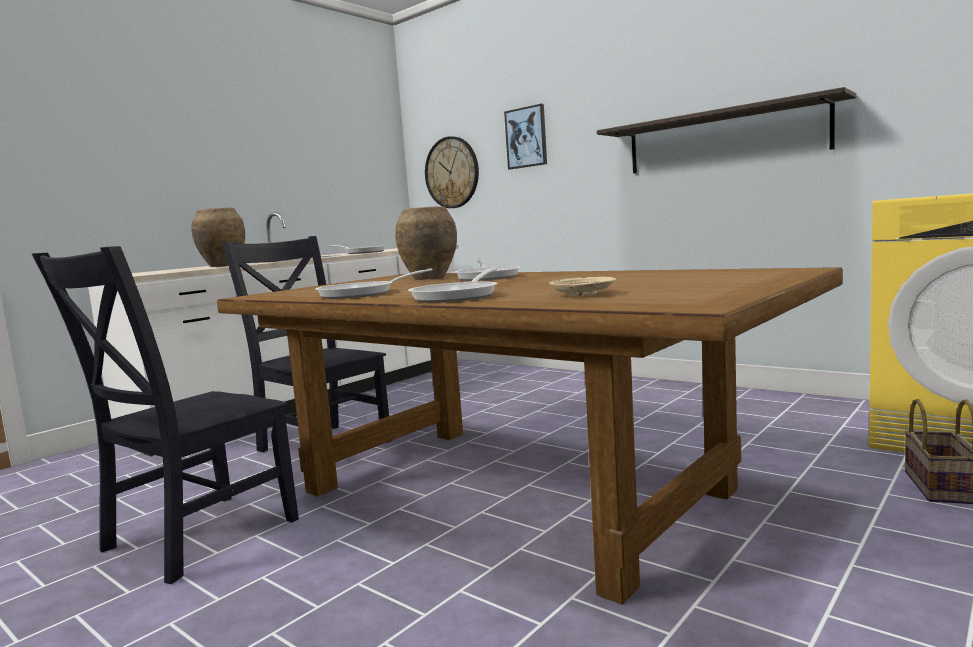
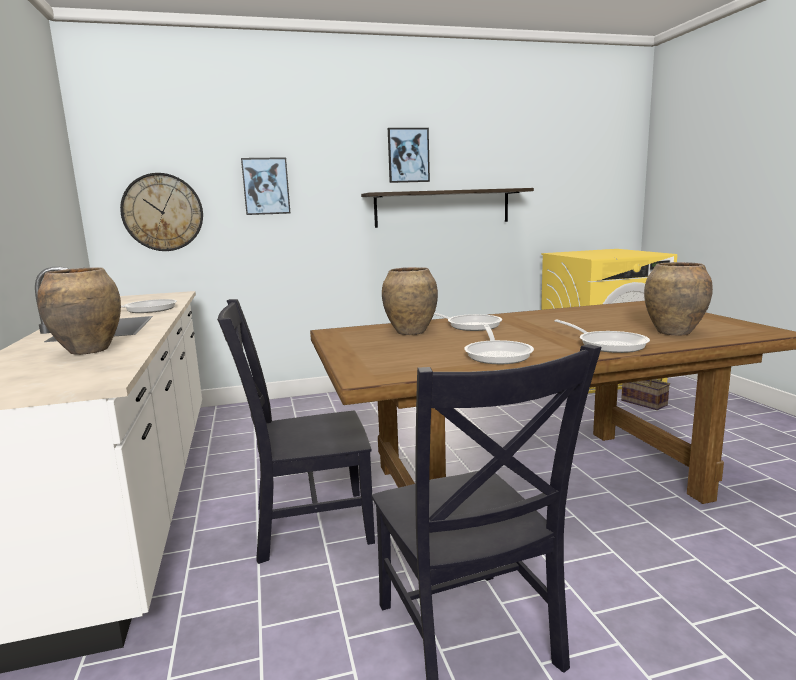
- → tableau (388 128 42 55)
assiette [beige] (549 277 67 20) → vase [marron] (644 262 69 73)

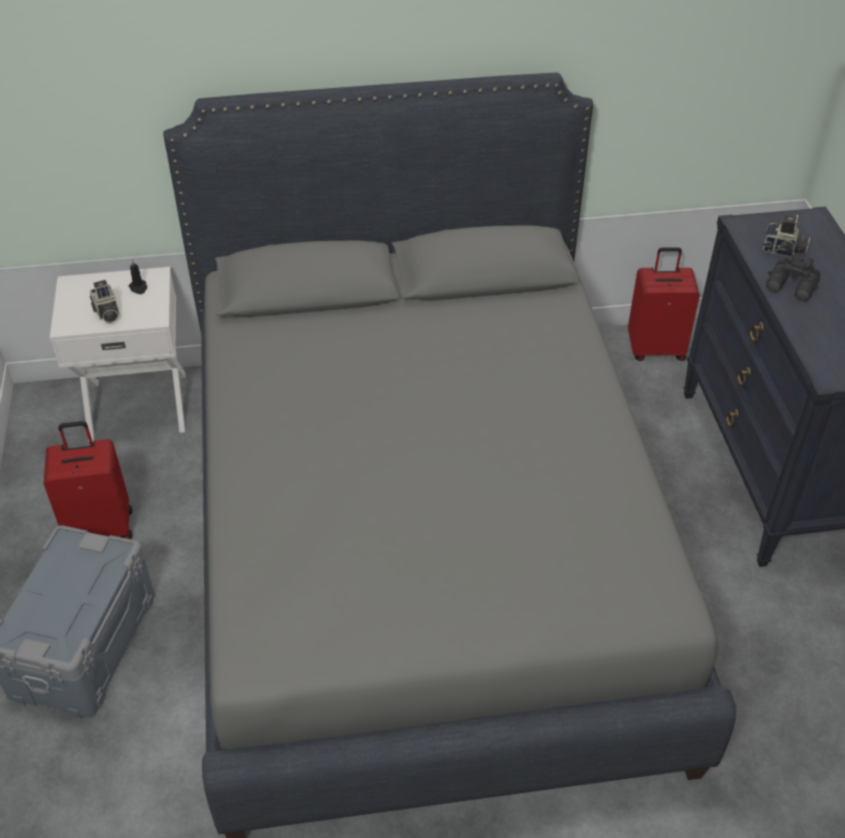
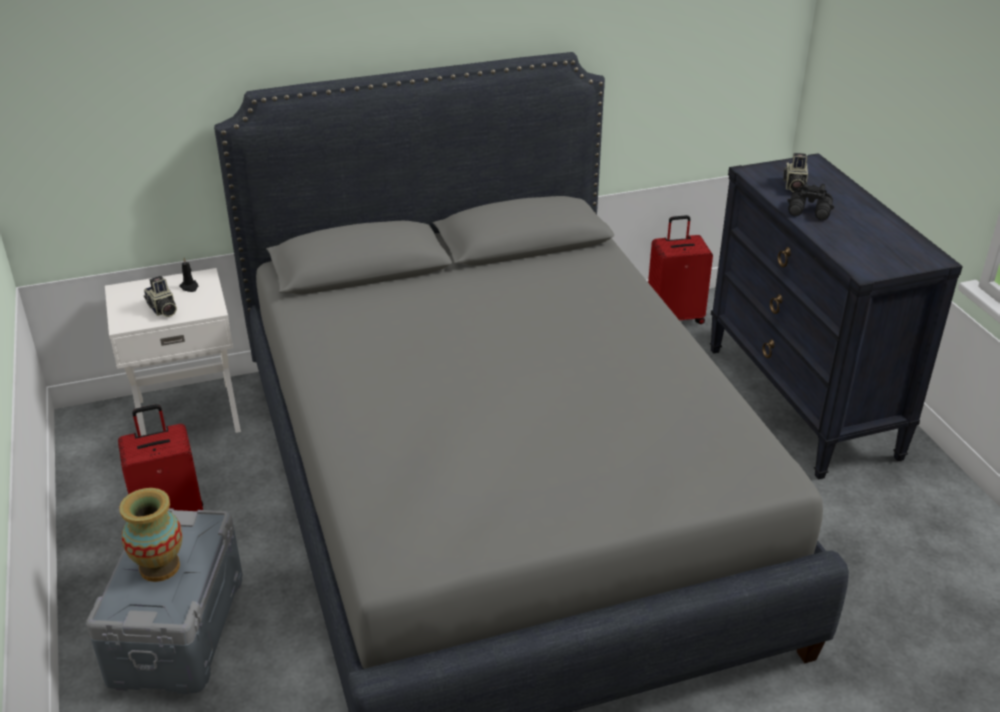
- → vase (119 488 63 94)
appareil photo (763 215 47 42) → appareil photo (783 153 25 39), 90 degrees clockwise

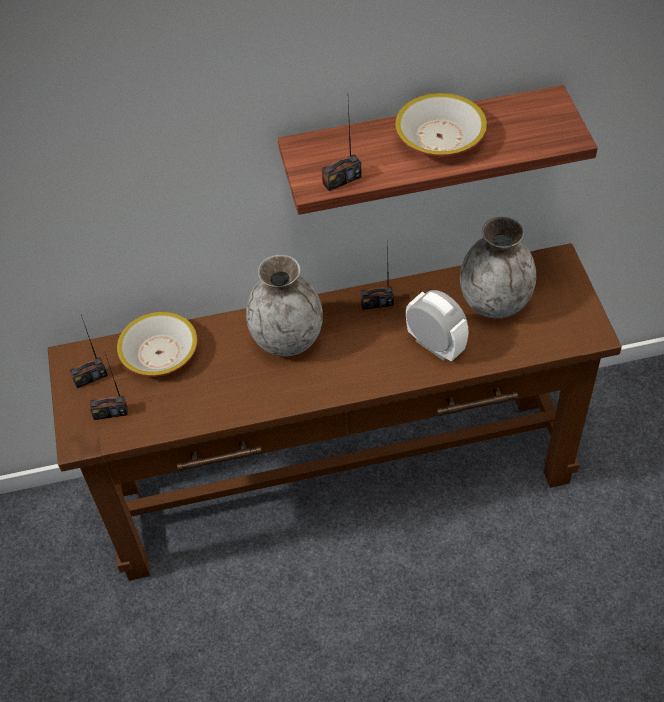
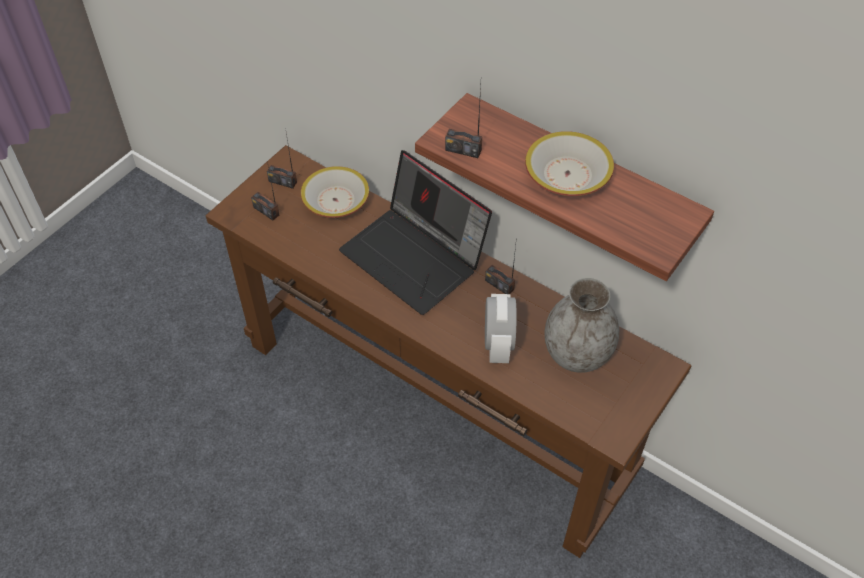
vase [gris] (246 255 77 101) → ordinateur portable (339 150 153 165)

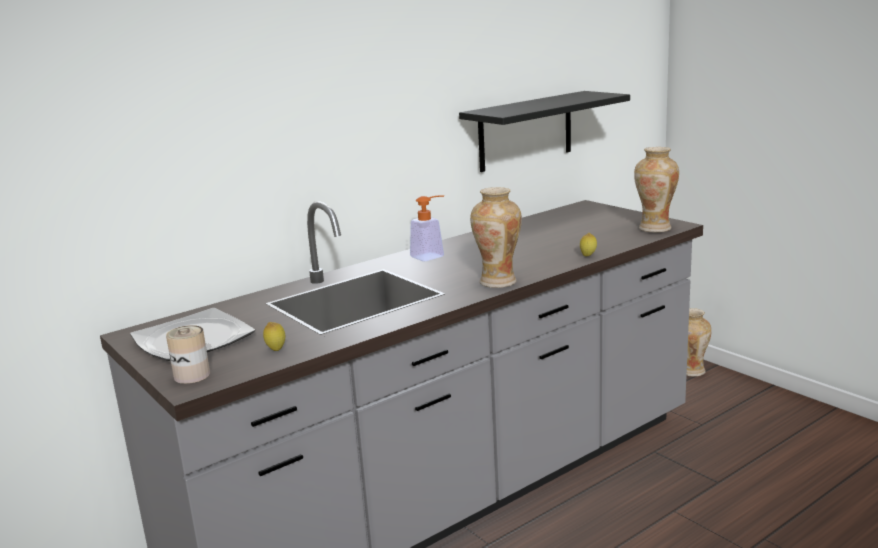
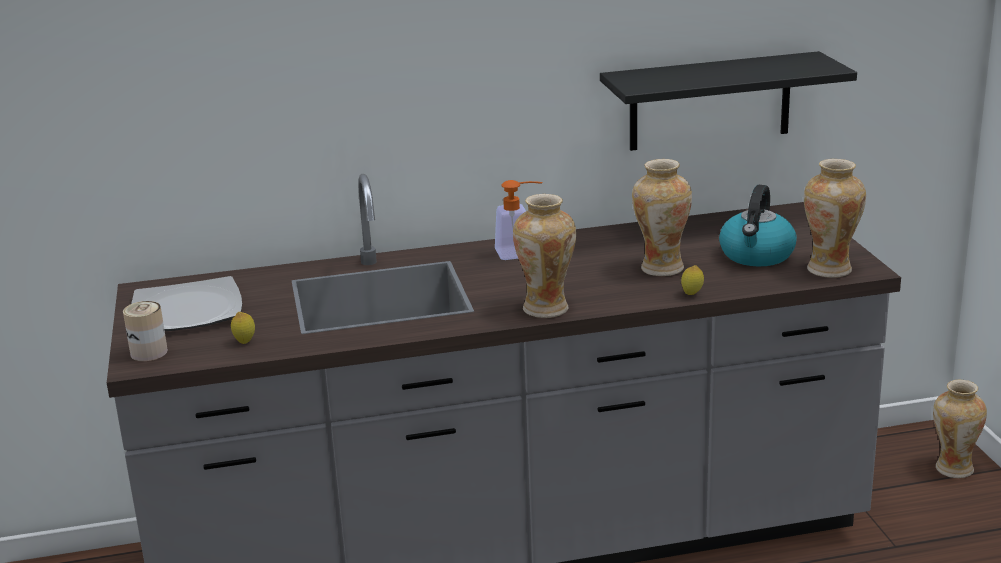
- → vase (632 159 60 117)
- → bouilloire (719 185 78 81)

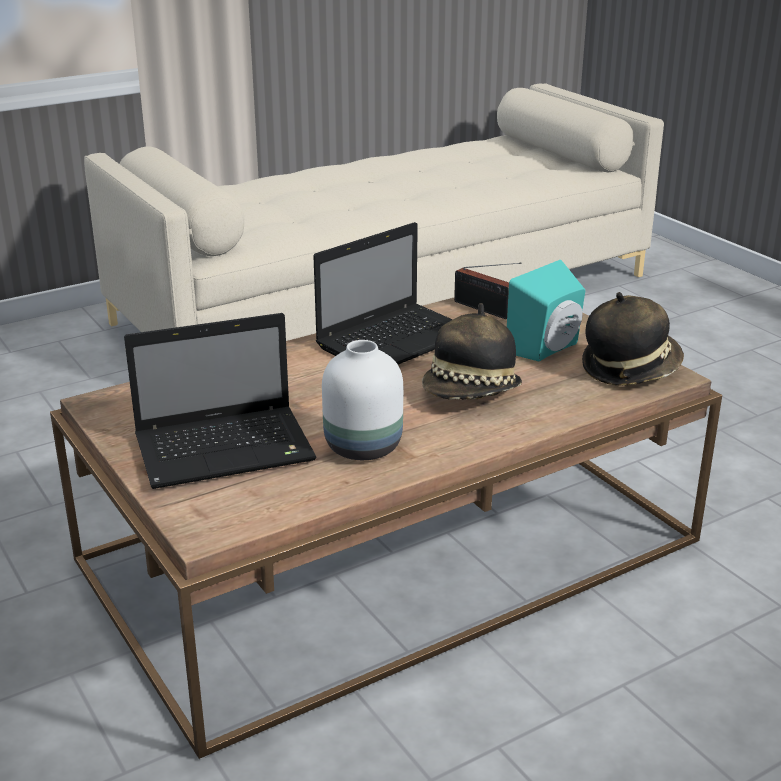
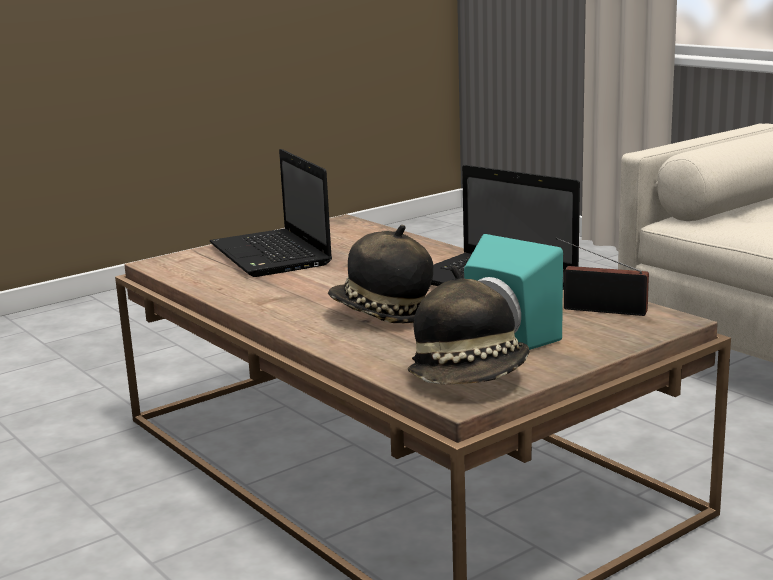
radio (454 262 67 57) → radio (555 238 94 78), 75 degrees clockwise
vase [blanc] (322 340 81 120) → -

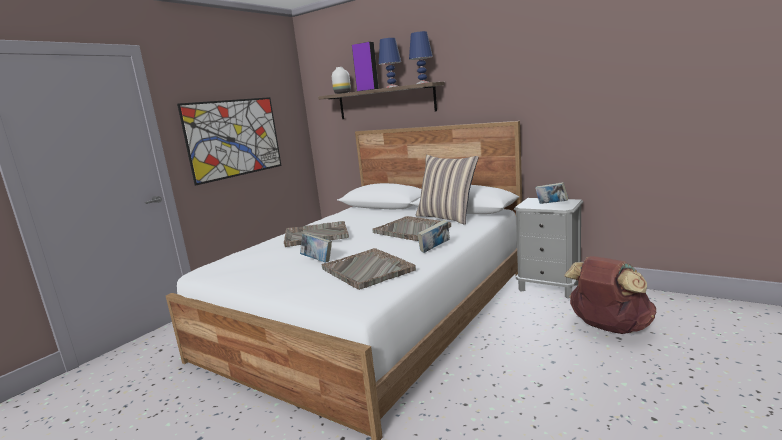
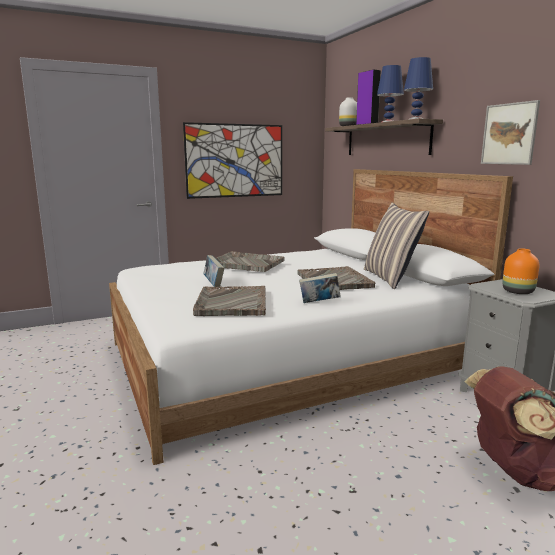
- → tableau (481 100 59 65)
livre (535 182 33 22) → vase [orange] (502 248 37 46)

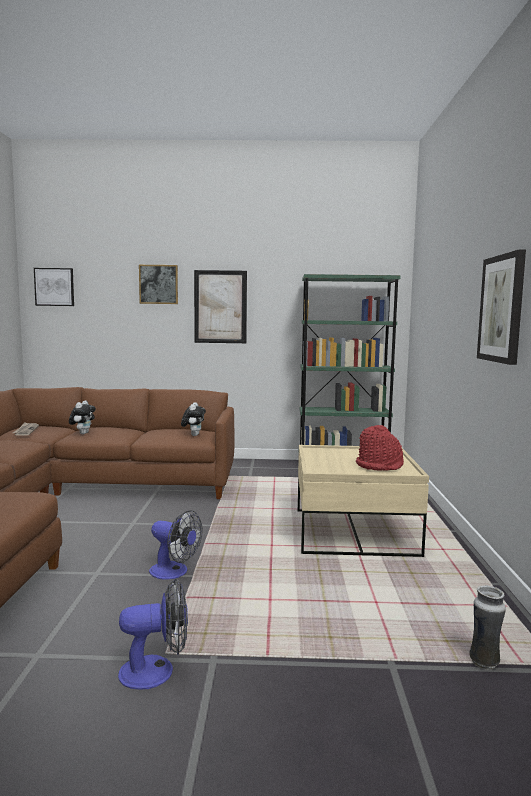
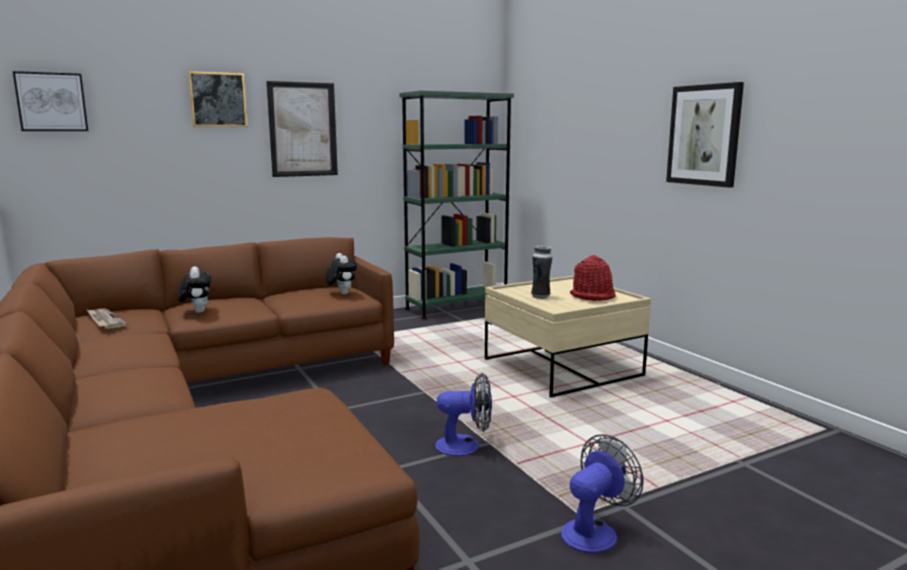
vase (469 585 37 84) → vase (531 246 21 53), moved

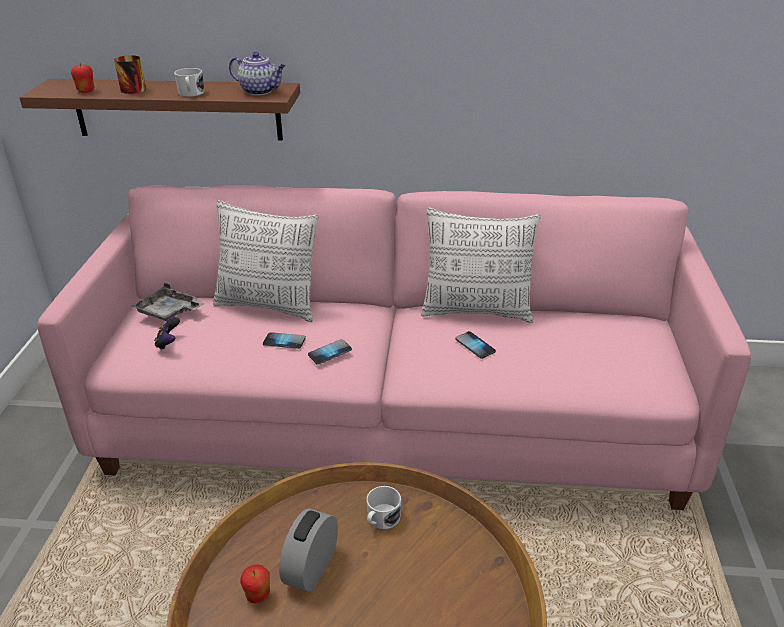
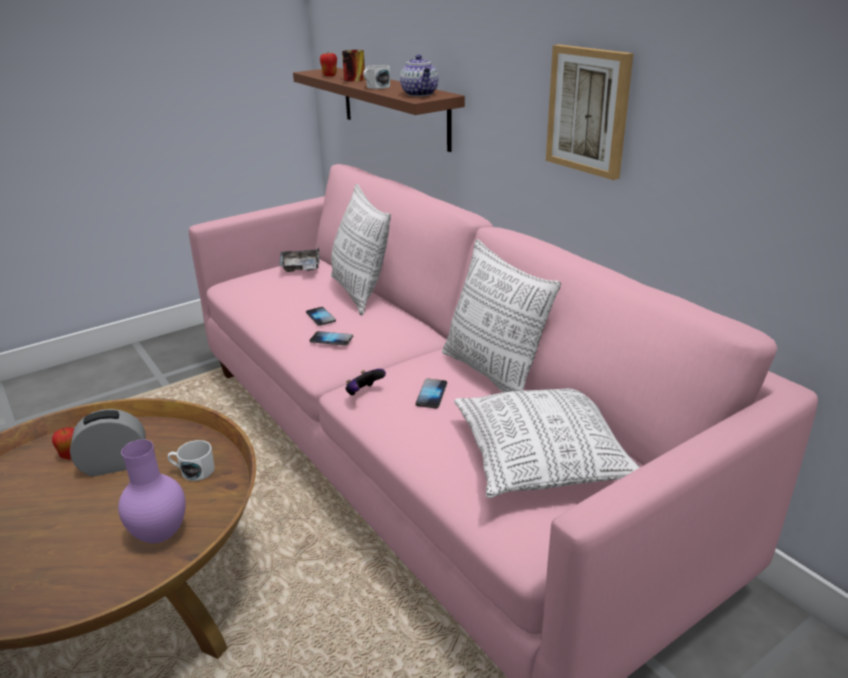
- → vase [violet] (118 439 68 104)
manette (154 317 26 33) → manette (345 369 41 27), moved
- → coussin (454 388 186 110)
- → tableau (546 44 88 136)

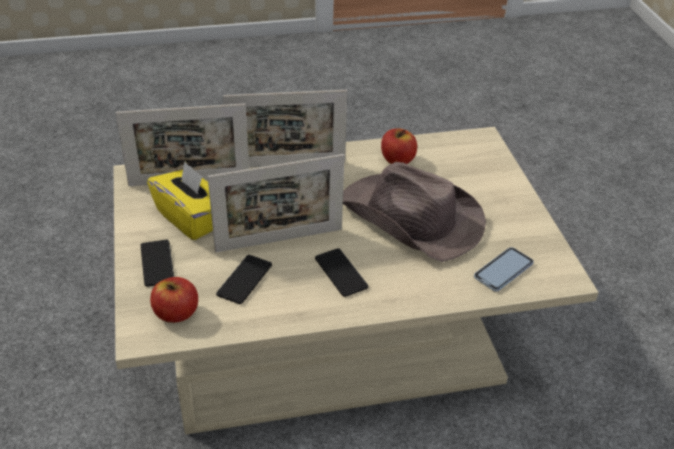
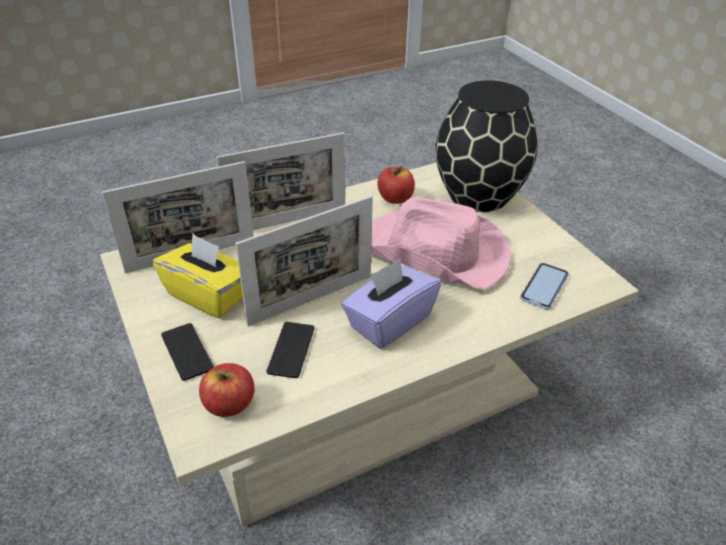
téléphone (315 248 54 49) → boîte à mouchoirs [violet] (341 258 100 91)
chapeau [marron] (343 162 143 100) → chapeau [rose] (371 197 140 93)
- → vase [noir] (436 80 101 132)

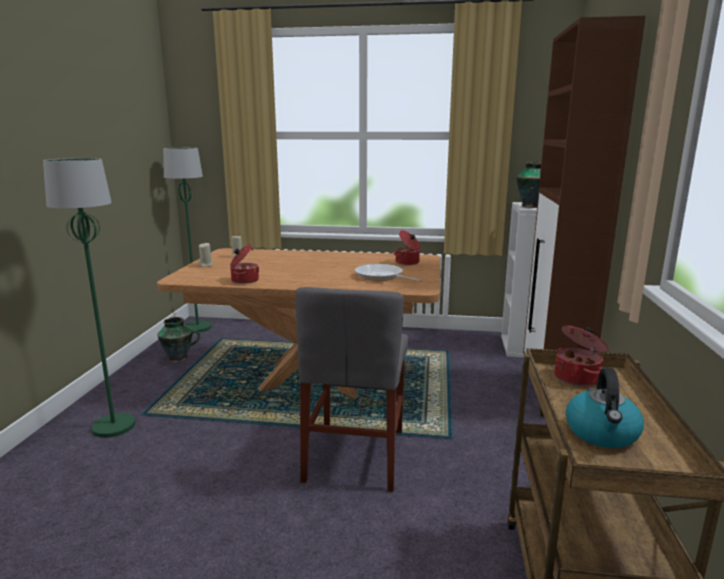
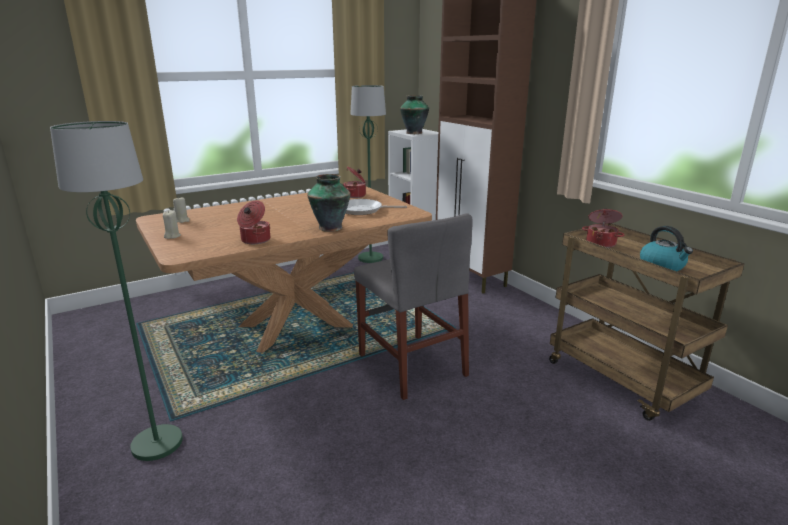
vase (157 317 43 46) → vase (307 174 43 58), moved
lampadaire [vert] (163 148 49 184) → lampadaire [vert] (350 85 36 178), moved

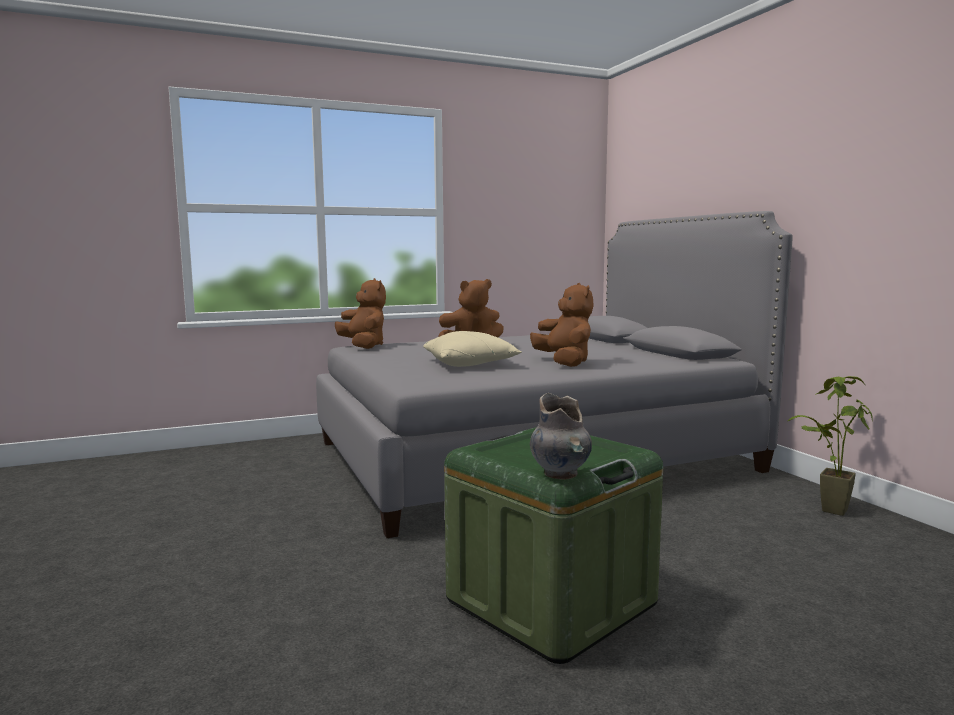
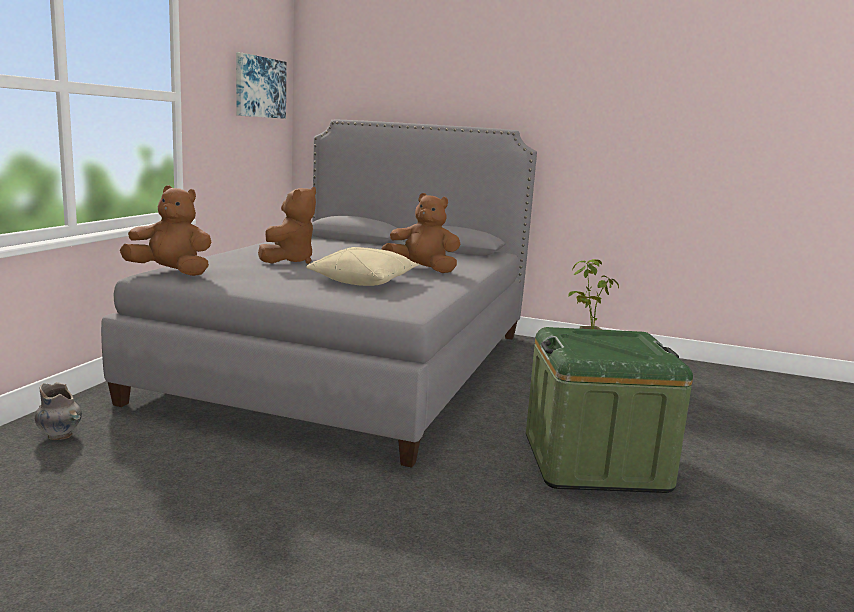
vase [gris] (530 393 62 87) → vase [gris] (35 382 47 58), moved
- → tableau (236 52 51 67)

